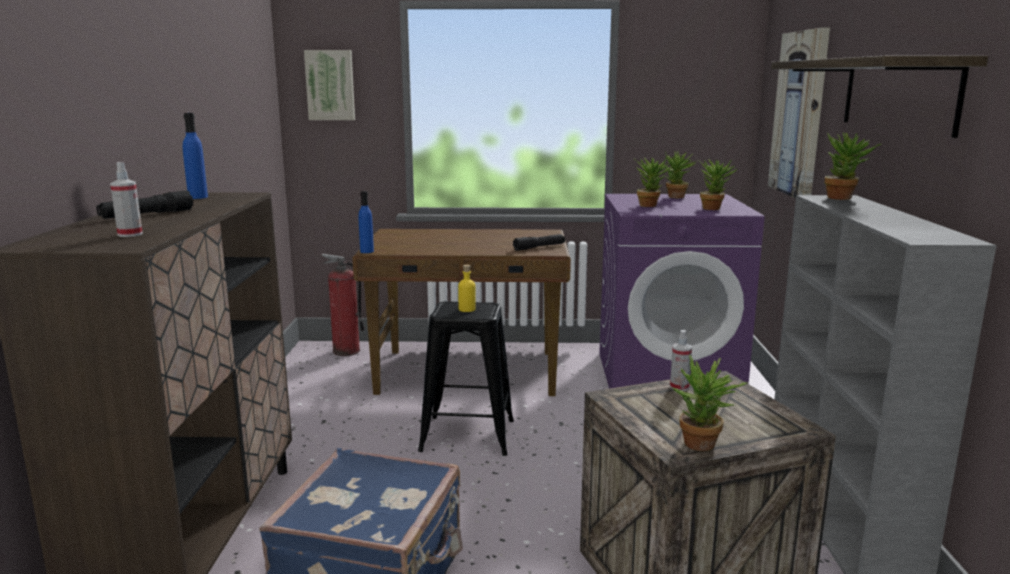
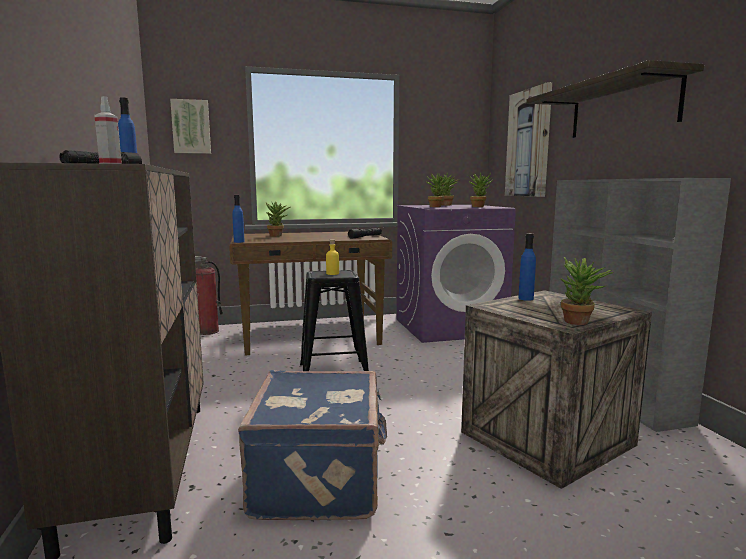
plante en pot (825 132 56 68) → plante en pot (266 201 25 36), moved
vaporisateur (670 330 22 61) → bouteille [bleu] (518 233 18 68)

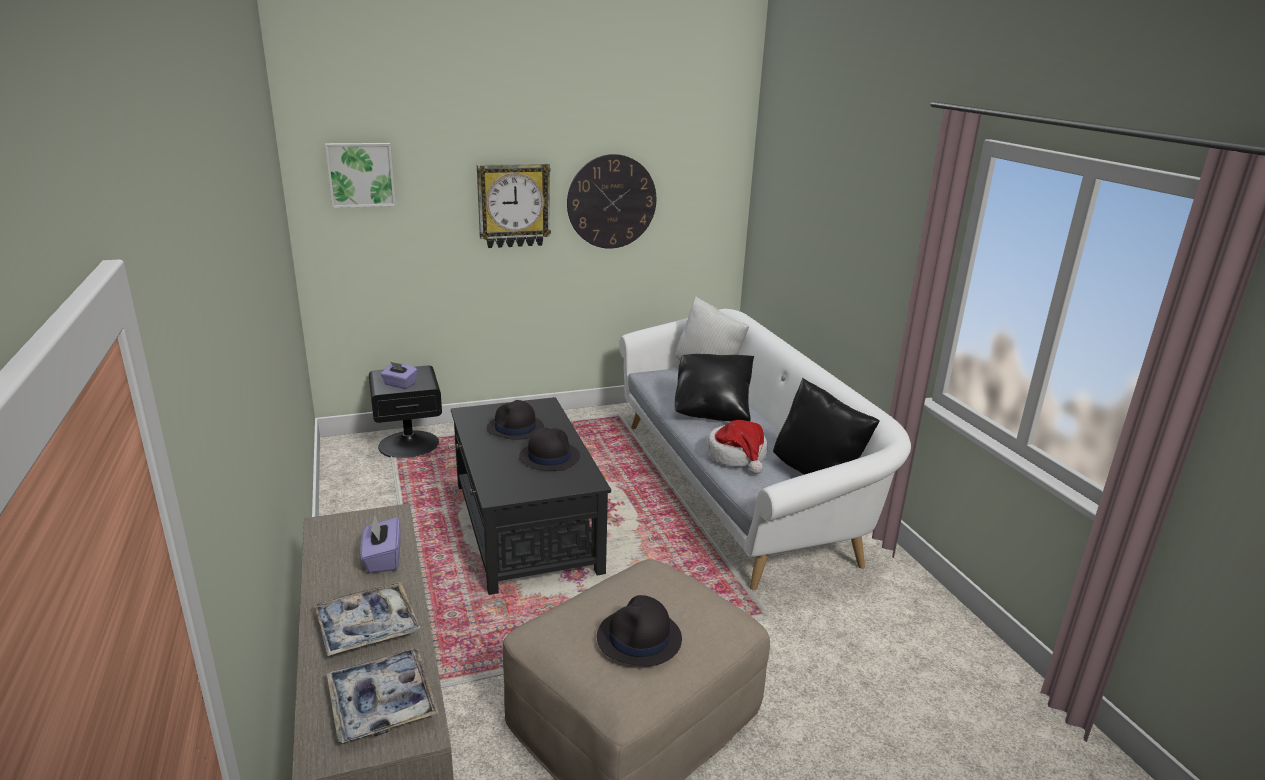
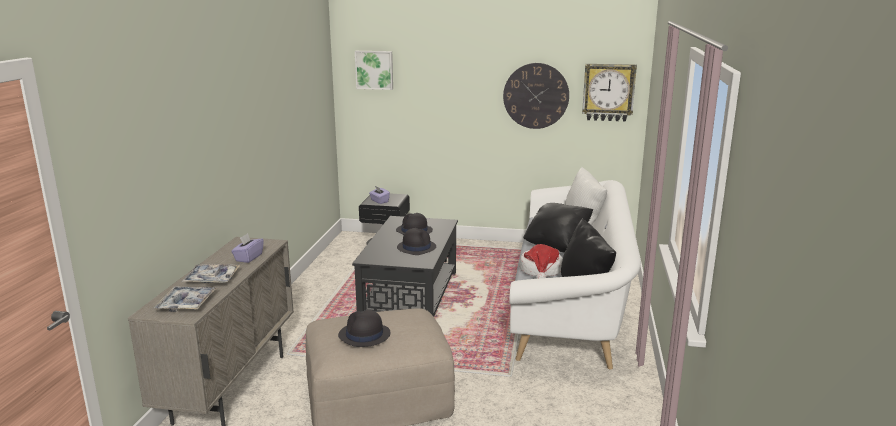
horloge murale (477 164 74 84) → horloge murale (582 64 55 58), moved

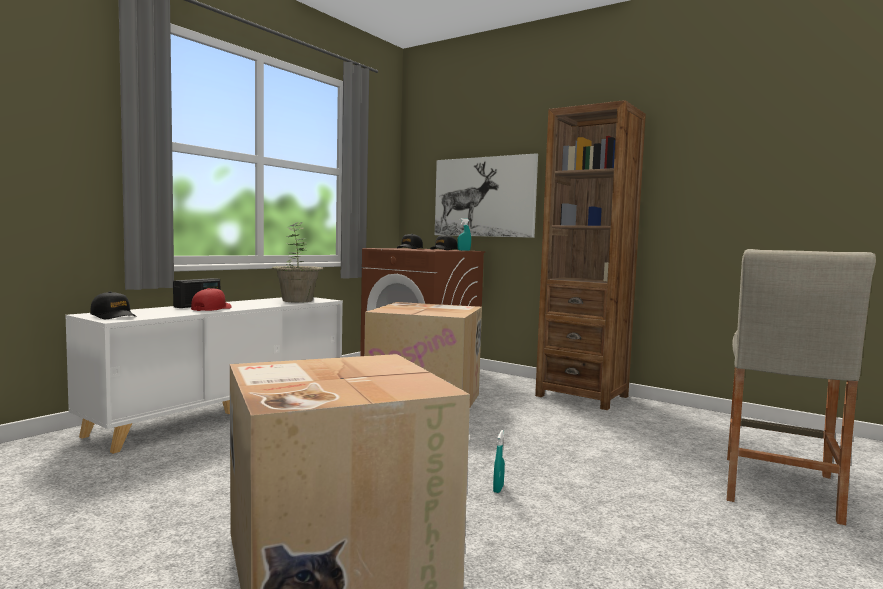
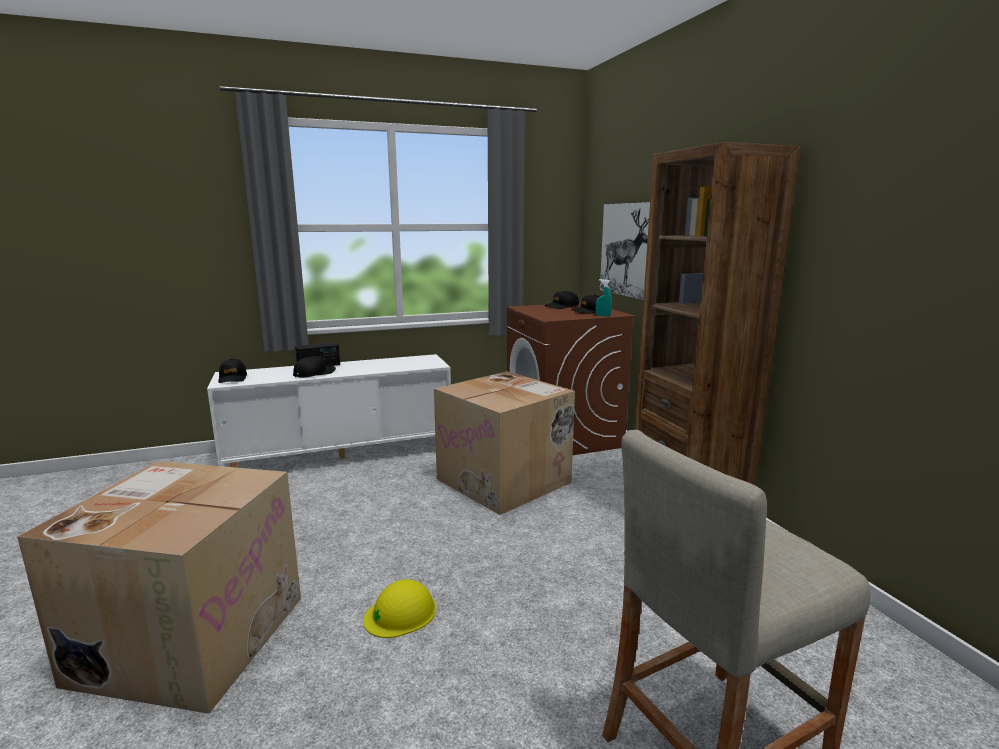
casquette [rouge] (191 288 40 23) → casquette [noir] (293 356 43 21)
vaporisateur [turquoise] (493 430 12 63) → casque de chantier [jaune] (363 579 74 59)
plante en pot (272 222 51 81) → -

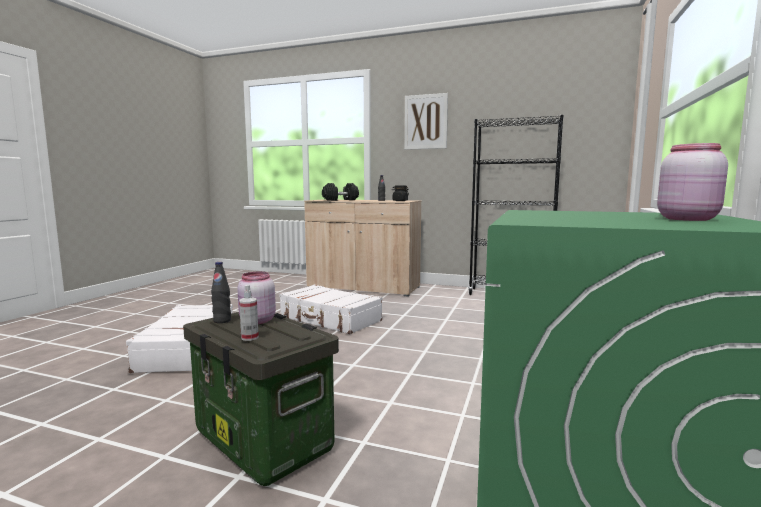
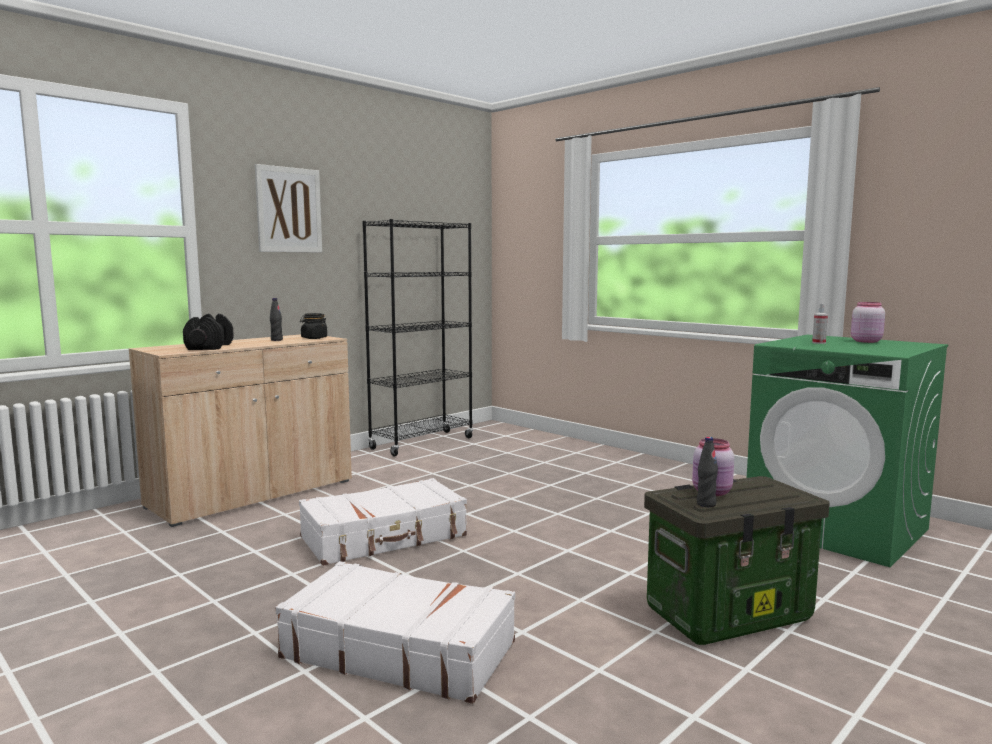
vaporisateur (239 285 20 56) → vaporisateur (812 303 16 41), moved

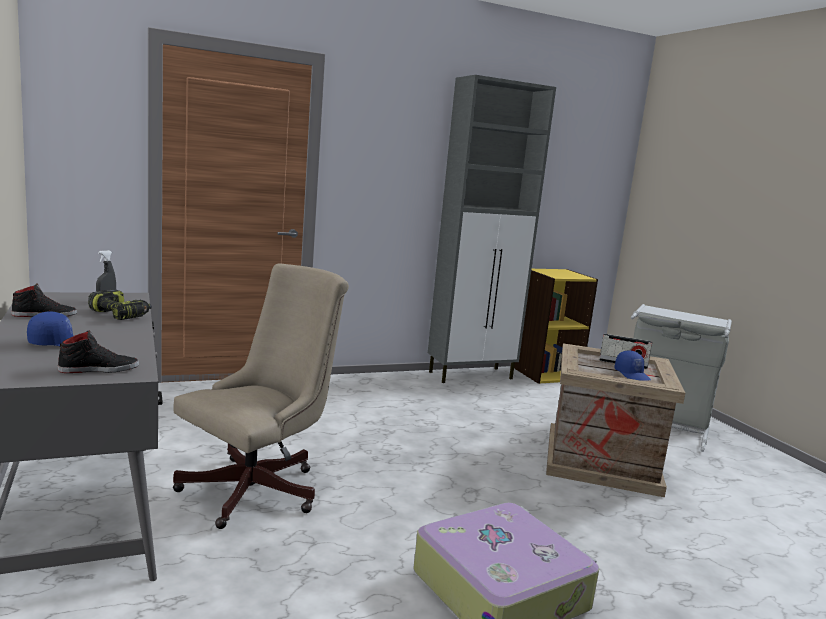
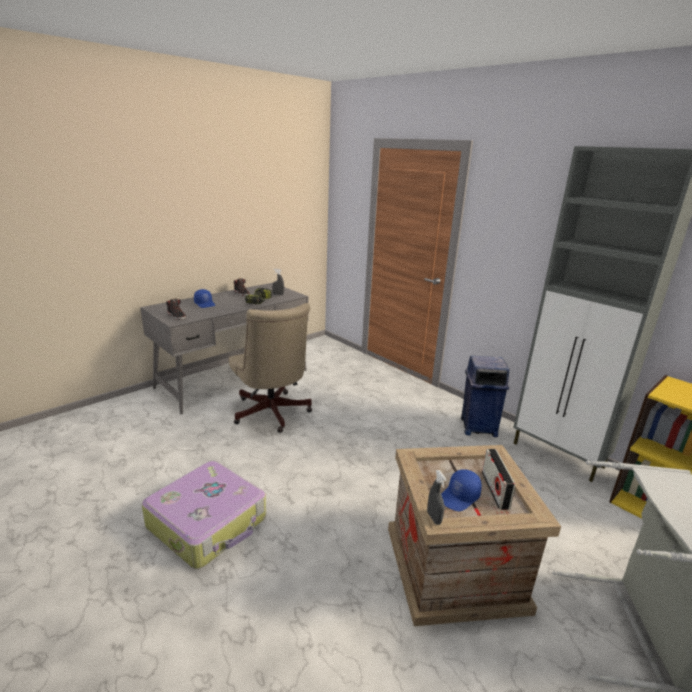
chaise de bureau [beige] (173 263 176 266) → chaise de bureau [beige] (229 303 83 130), 45 degrees clockwise
- → vaporisateur [gris] (427 470 20 55)
- → poubelle [bleu] (461 356 48 81)

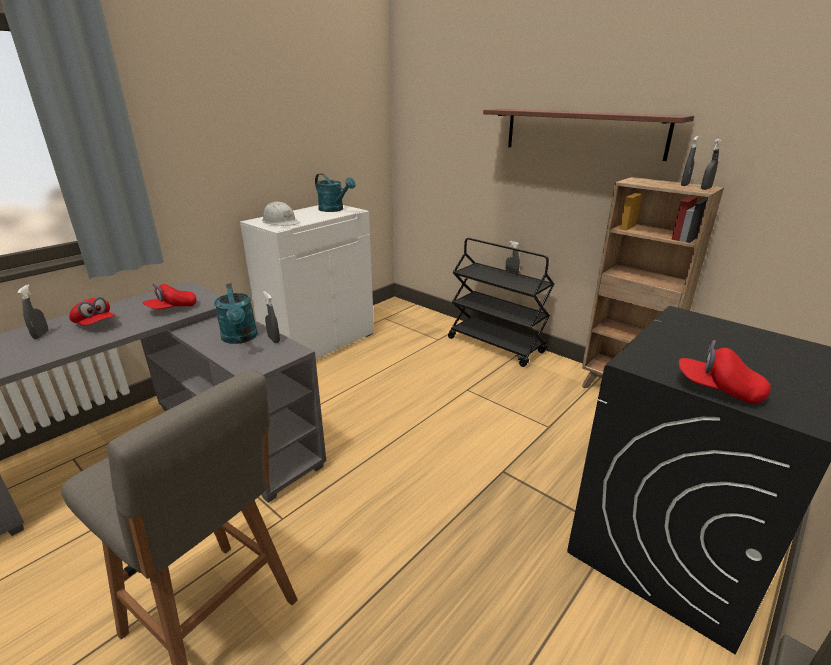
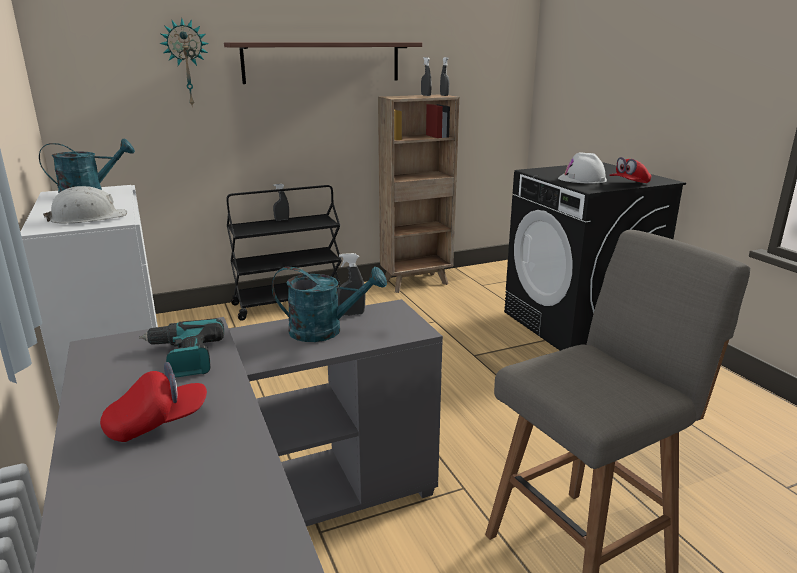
casquette [rouge] (142 283 55 26) → perceuse (139 318 85 59)
- → horloge murale (160 18 49 90)
- → casque de chantier [blanc] (558 153 49 31)
vaporisateur [gris] (18 284 31 55) → -

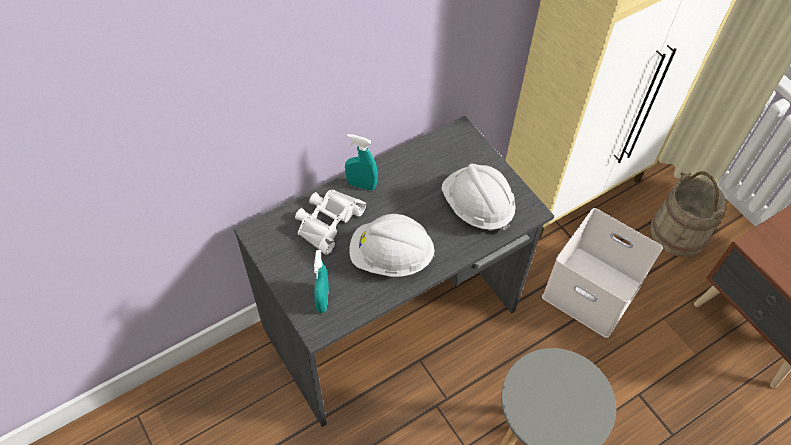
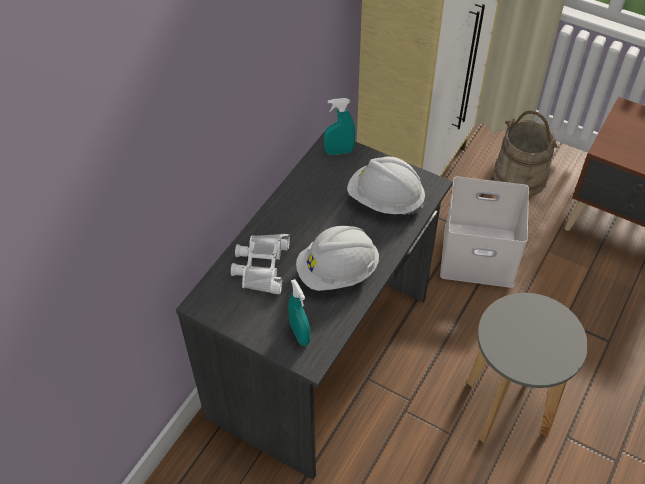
vaporisateur [turquoise] (345 134 33 57) → vaporisateur [turquoise] (324 98 31 57), moved

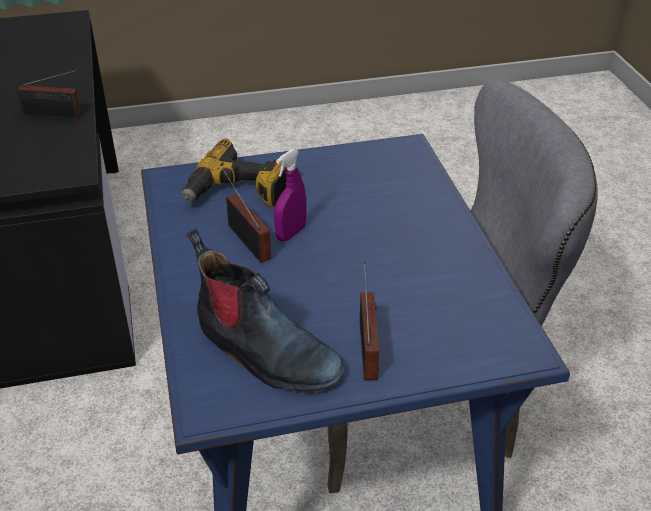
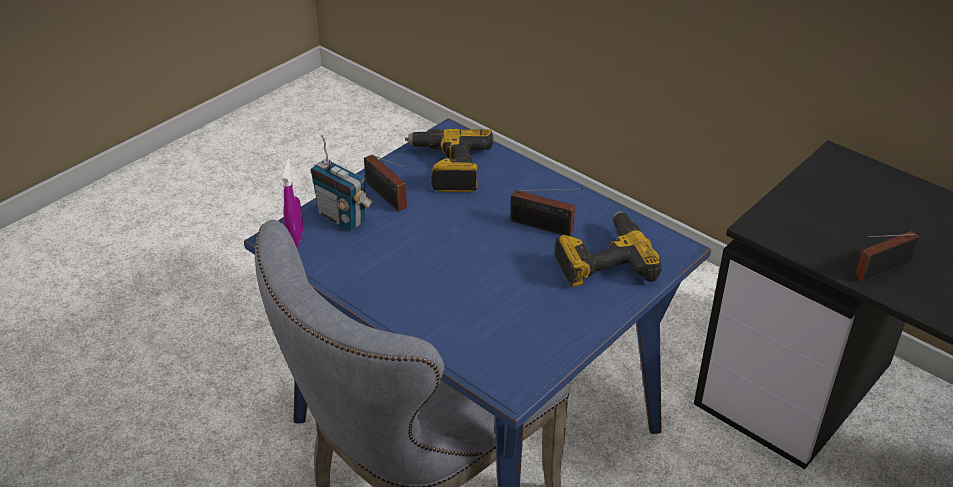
vaporisateur [violet] (274 149 32 93) → vaporisateur [violet] (282 159 21 88), moved
- → radio (311 135 62 96)
botte (187 229 158 165) → perceuse (405 129 88 63)

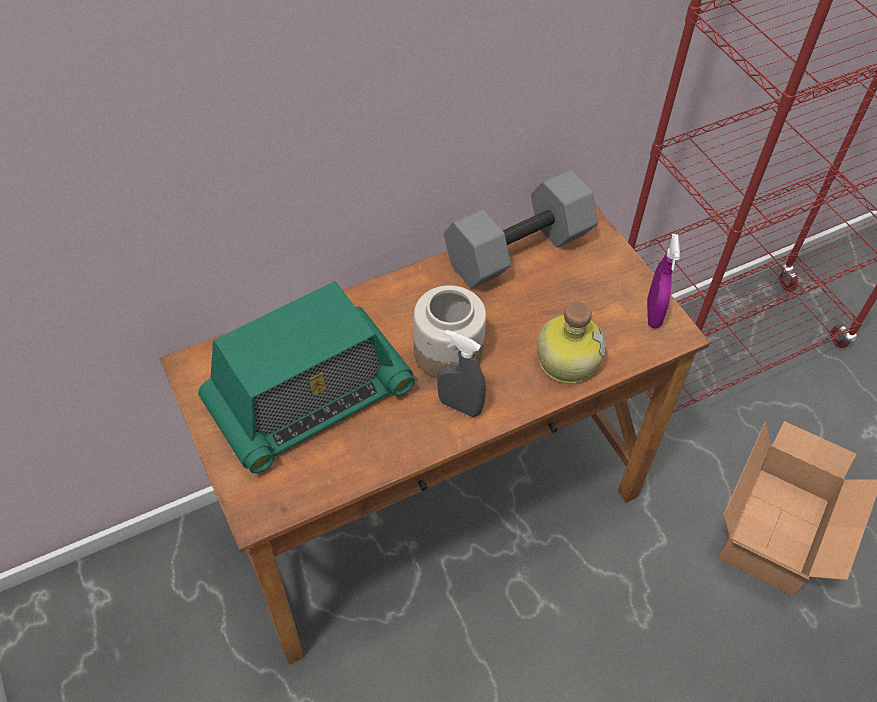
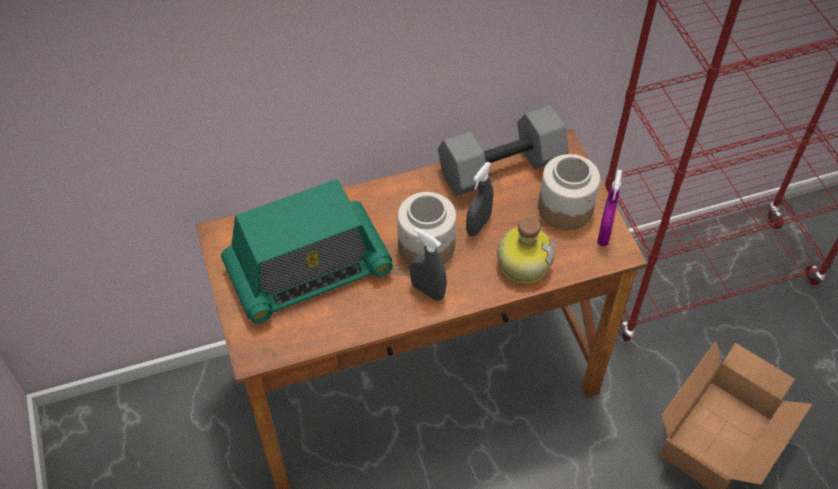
- → vaporisateur [gris] (466 162 27 74)
- → bocal (538 154 62 76)

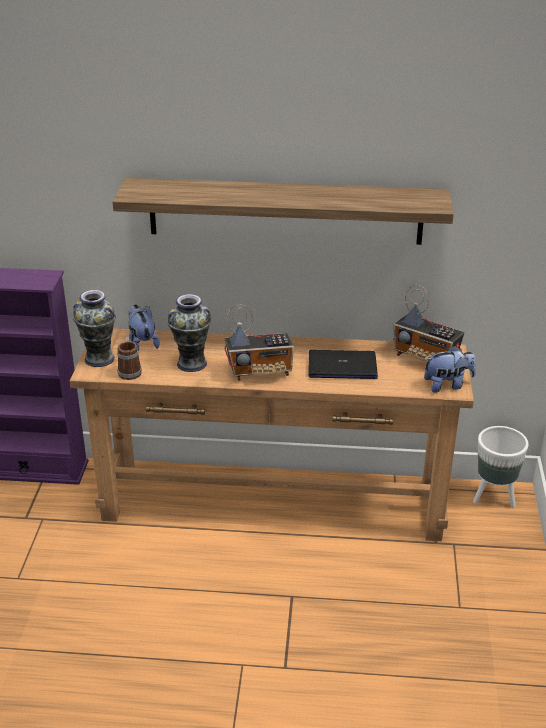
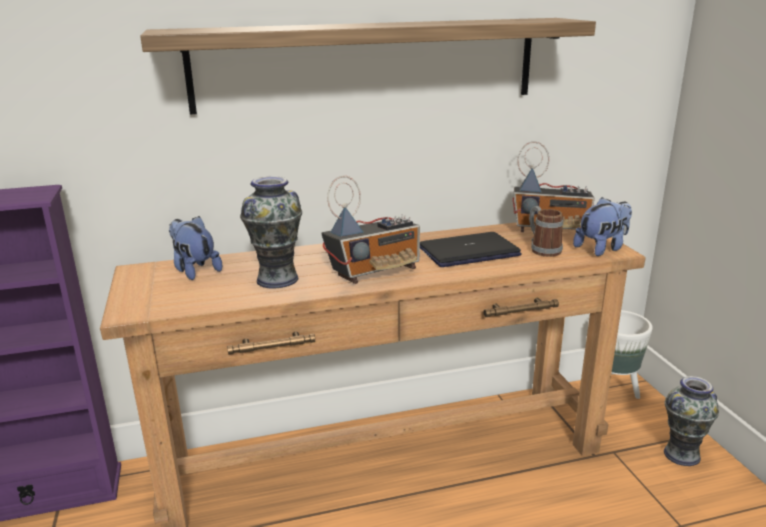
mug (117 337 25 43) → mug (529 206 34 51), moved
vase (73 290 43 77) → vase (664 376 55 90), moved

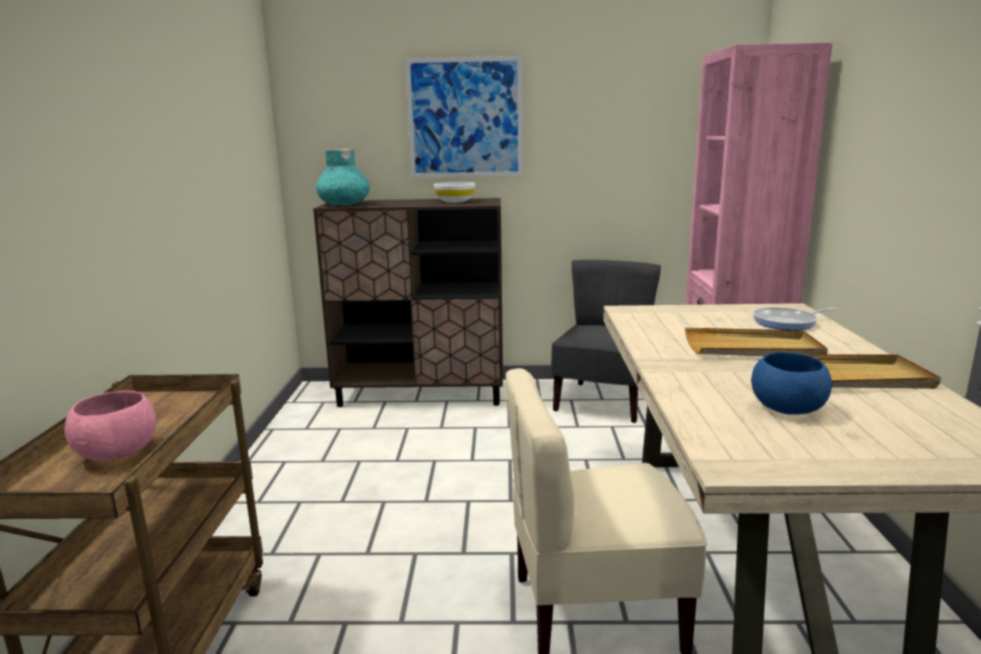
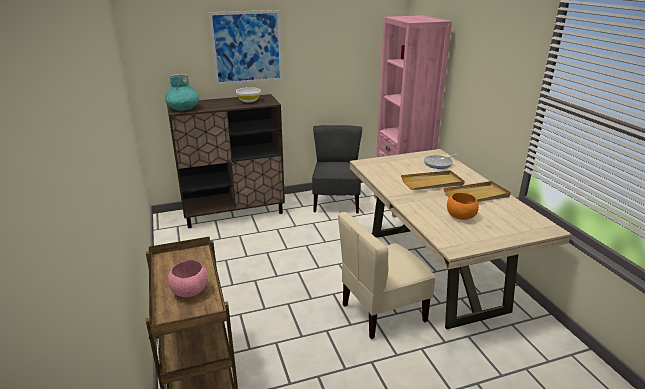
bol [bleu] (751 352 81 63) → bol [orange] (447 193 32 27)

